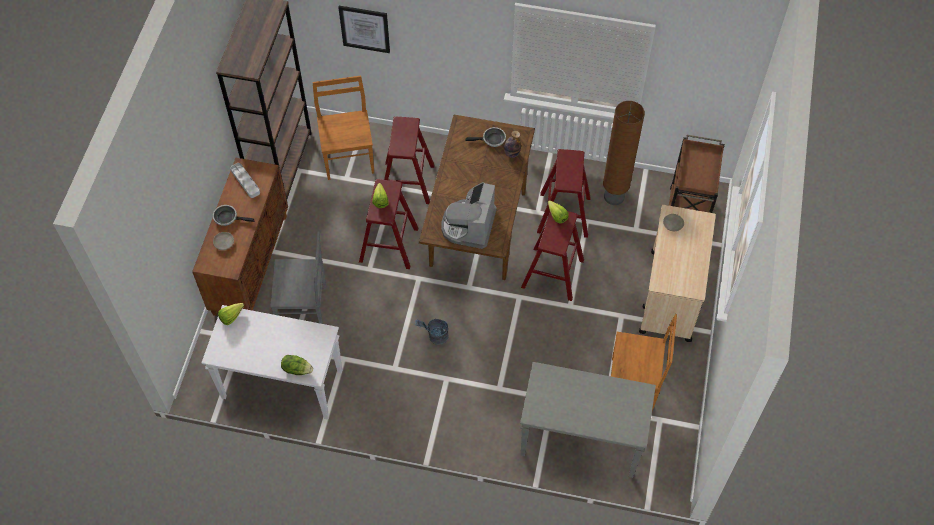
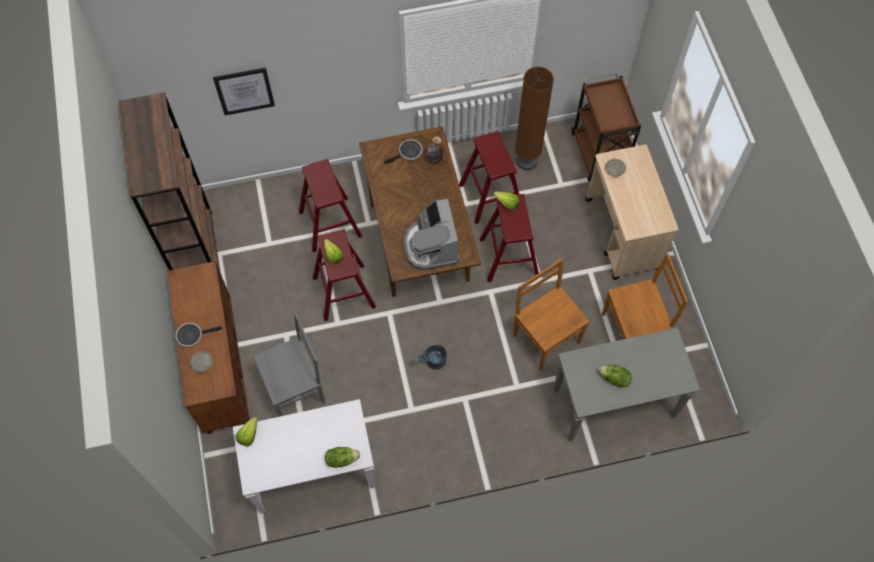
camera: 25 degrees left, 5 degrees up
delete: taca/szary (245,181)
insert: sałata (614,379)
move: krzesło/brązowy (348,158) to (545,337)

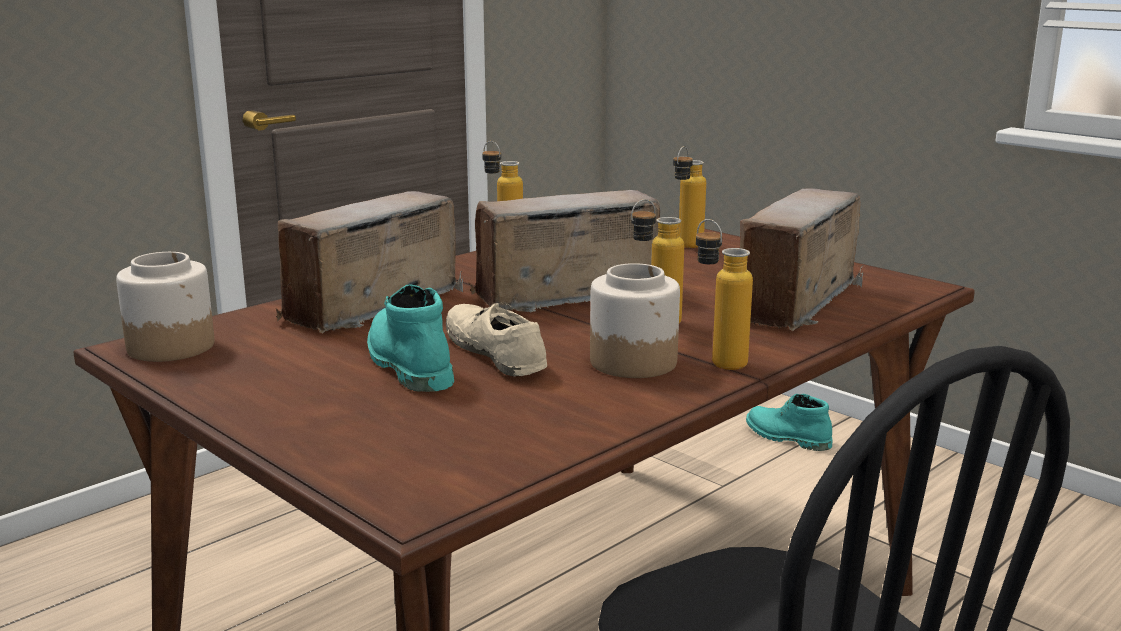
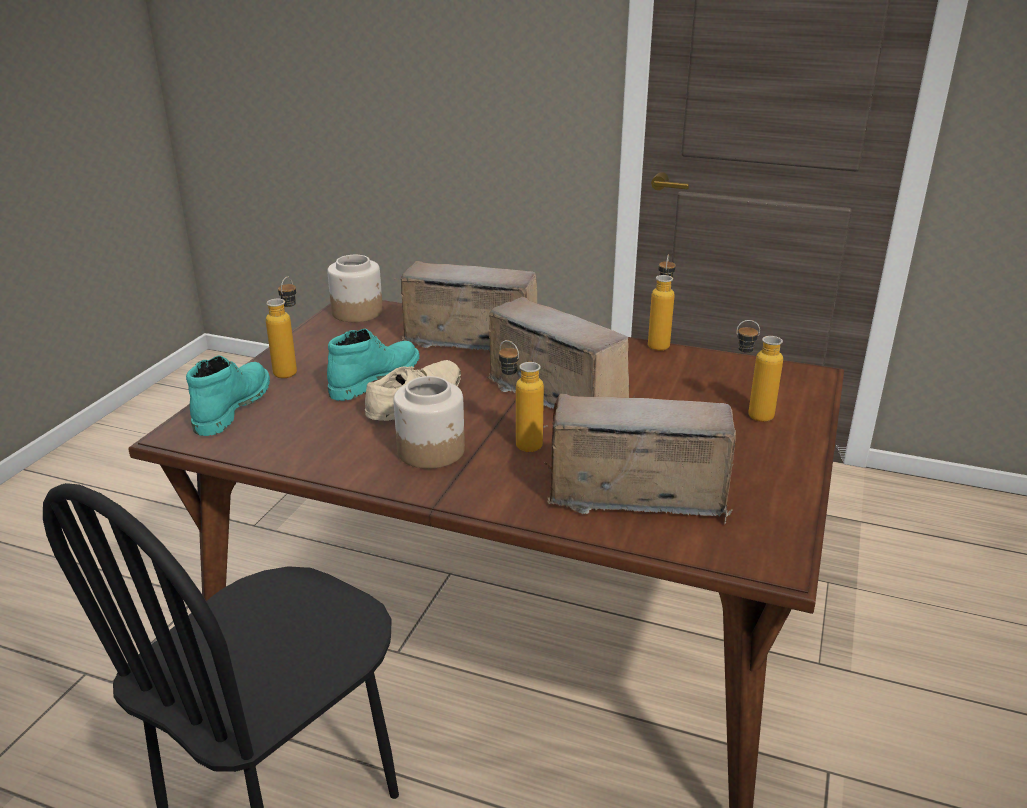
camera: 65 degrees right, 10 degrees up
move: butelka (717,360) to (290,369); but z cholewką/turkusowy (786,437) to (231,407)

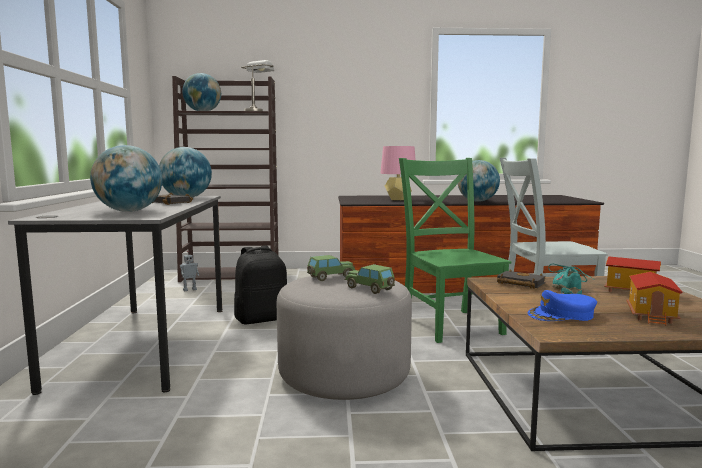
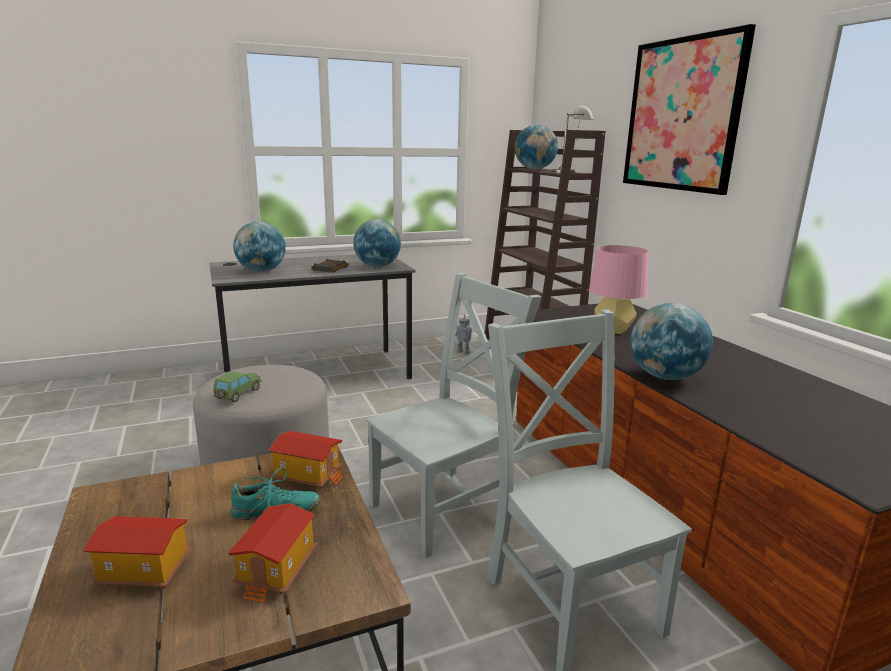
camera: 70 degrees right, 10 degrees up
delete: plecak/czarny (262,319); samochodzik (330,277); czapka z daszkiem/niebieski (562,315)
insert: obraz (682,115)
replace: książka/czarny (519,283) to domek (308,476)
recolor: krzesło/zielony (450,324) to krzesło/szary (446,508)

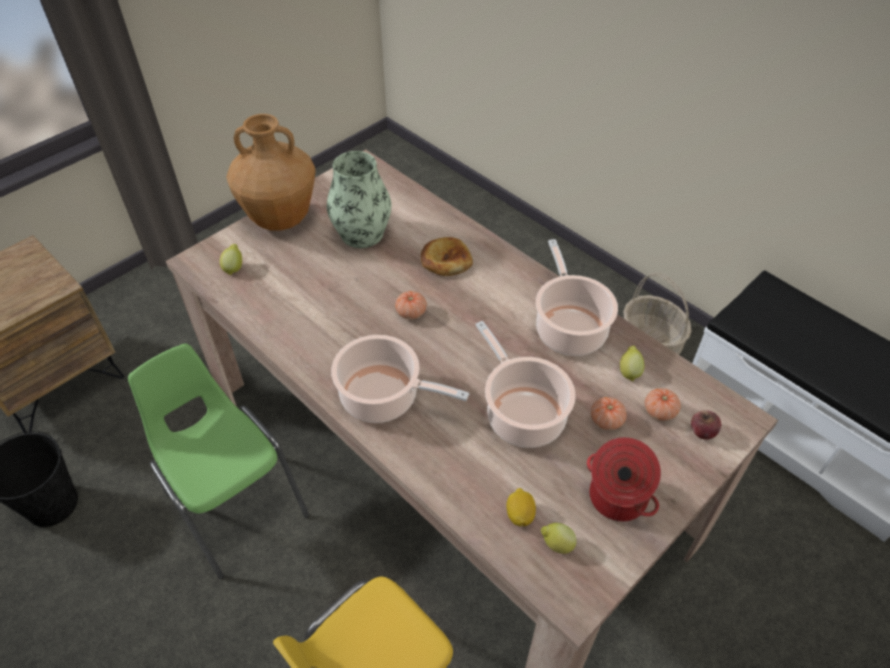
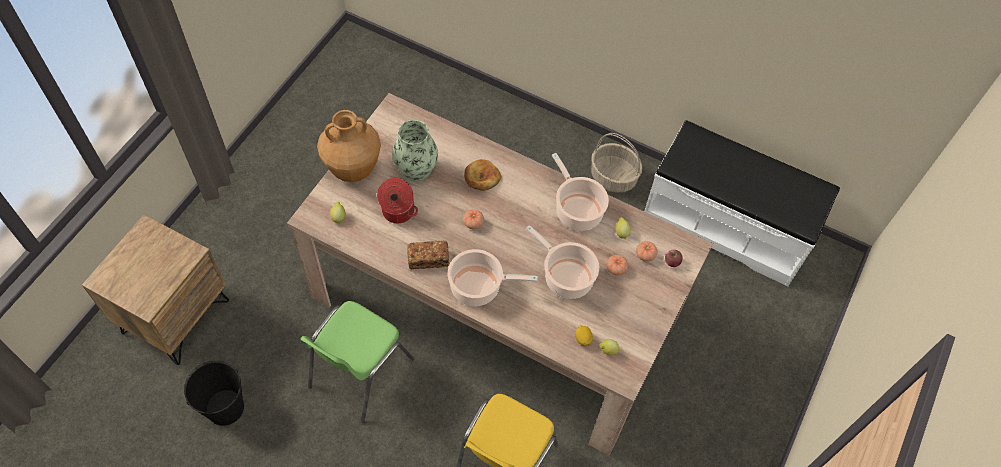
camera: 20 degrees left, 10 degrees up
insert: chleb (428,259)
move: garnek (616,498) to (397,211)
rotate: krzesło/zielony (235,504) = (359,373) 90 degrees counterclockwise

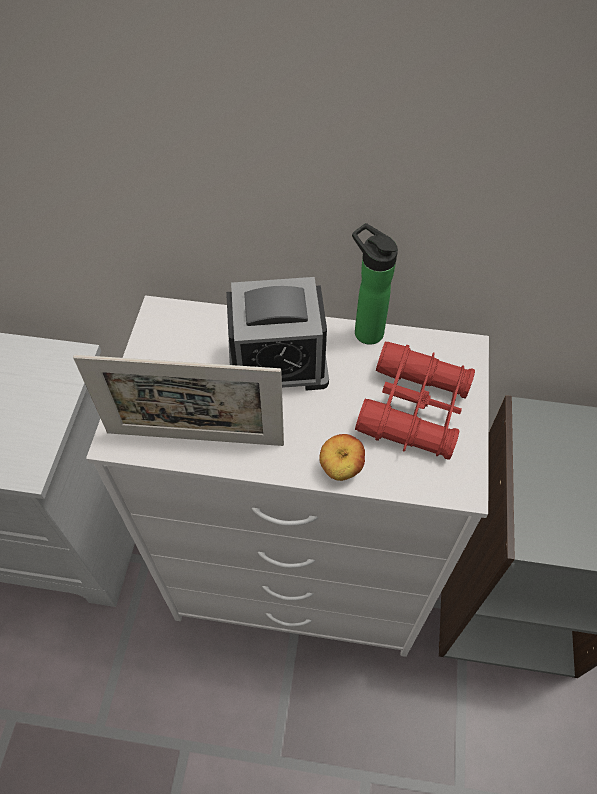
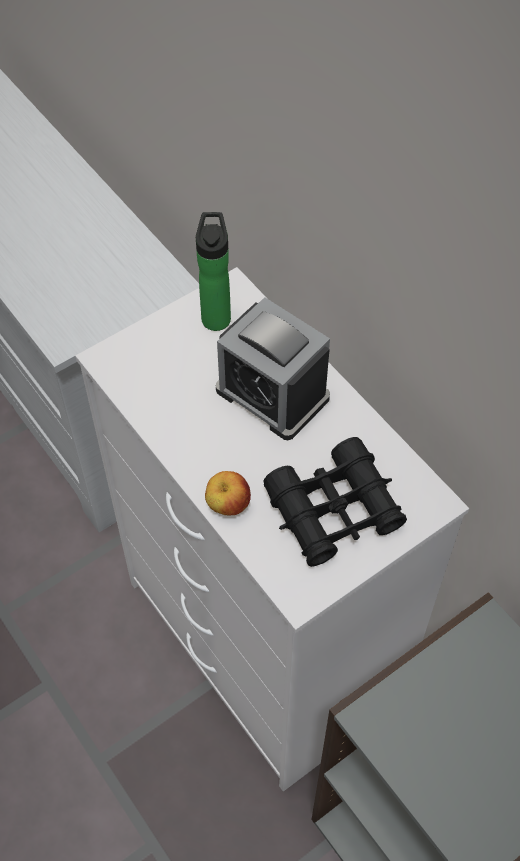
camera: 45 degrees right, 0 degrees up
delete: ramka na zdjęcie (195,438)
move: butelka (365,330) to (216,316)
recolor: lornetka/czerwony (414,409) to lornetka/czarny (334,510)

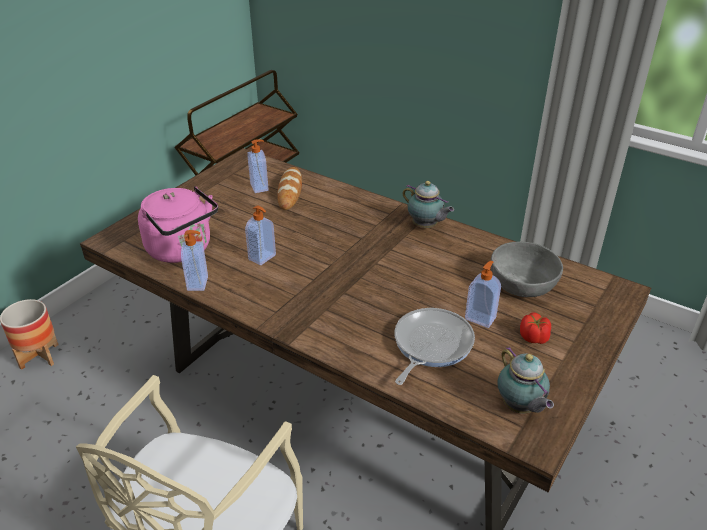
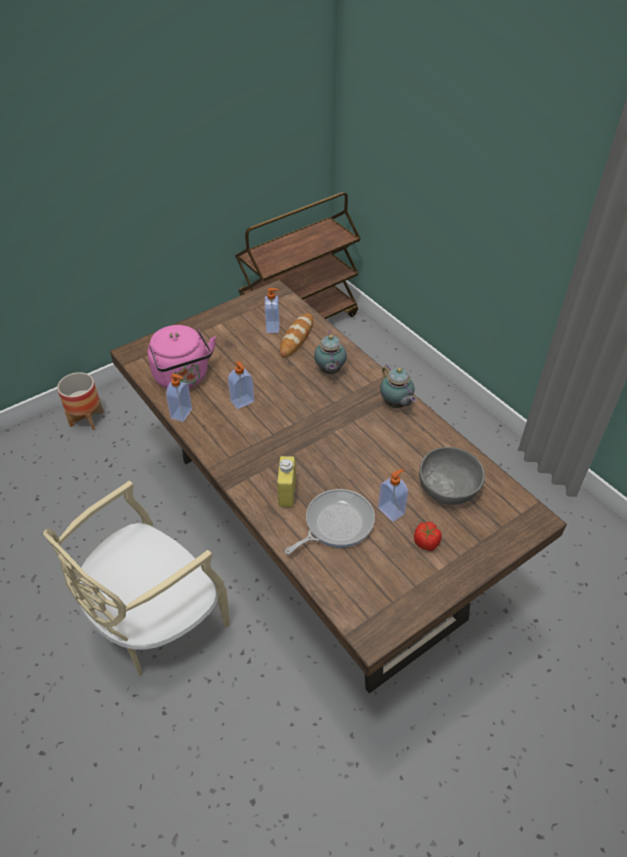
camera: 20 degrees right, 10 degrees up
insert: butelka/żółty (287,493)
move: imbryk (519,407) to (329,371)

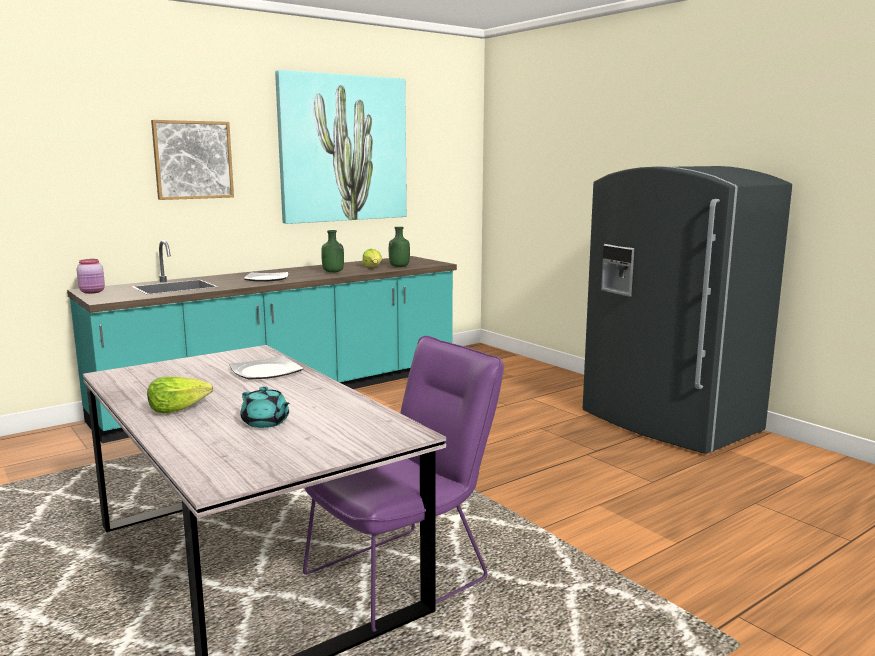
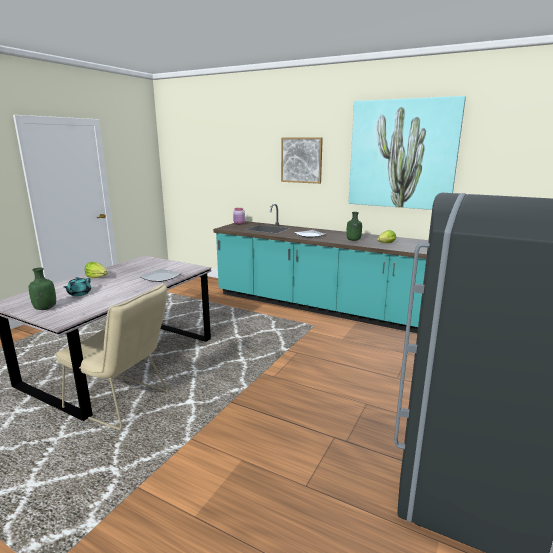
camera: 65 degrees right, 5 degrees up
move: butelka/zielony (399,267) to (45,308)
recolor: krzesło/fioletowy (406,573) to krzesło/beżowy (122,402)

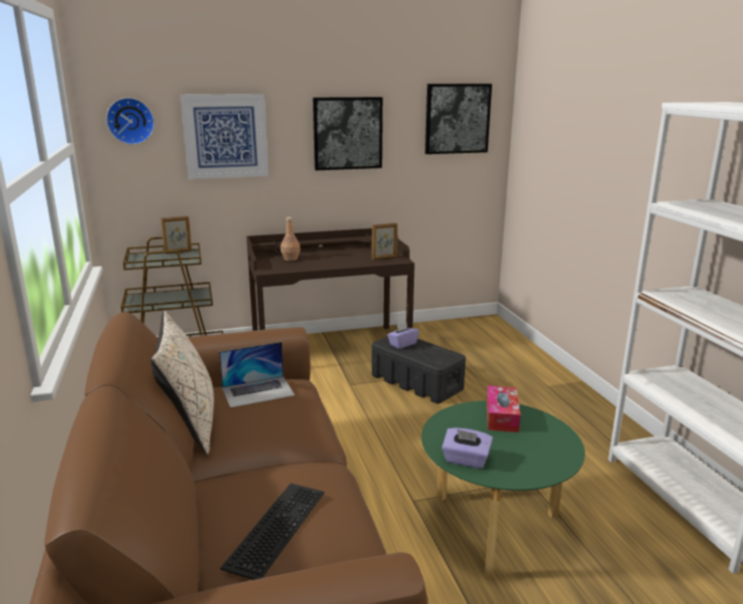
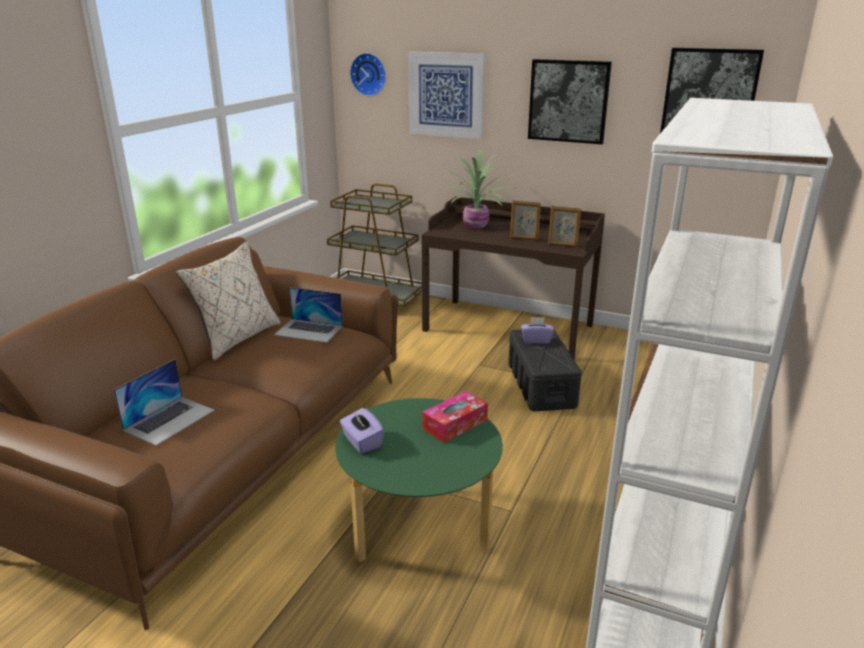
camera: 40 degrees right, 5 degrees up
move: ramka na zdjęcie (178,252) to (523,239)
replace: butelka/brązowy (291,258) to roślina doniczkowa (477,226); klawiatura (274,526) to laptop (169,419)

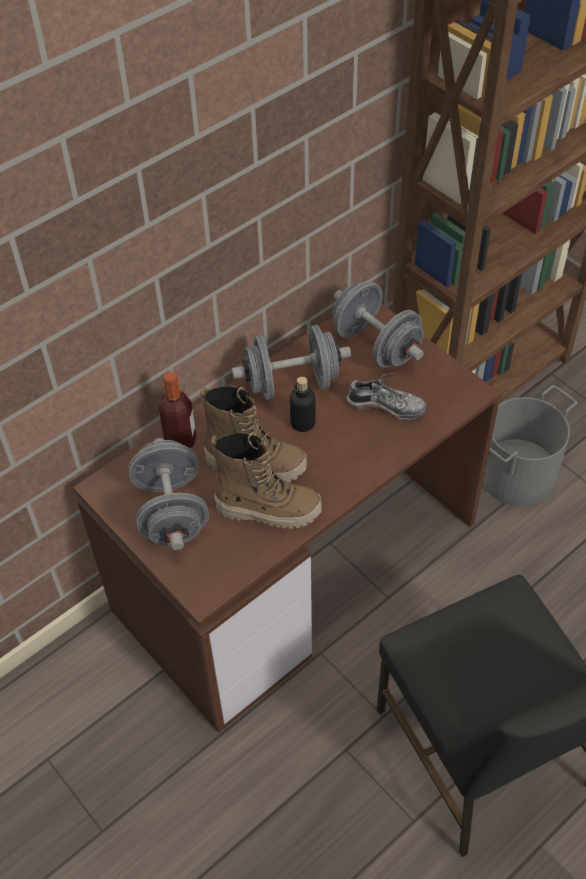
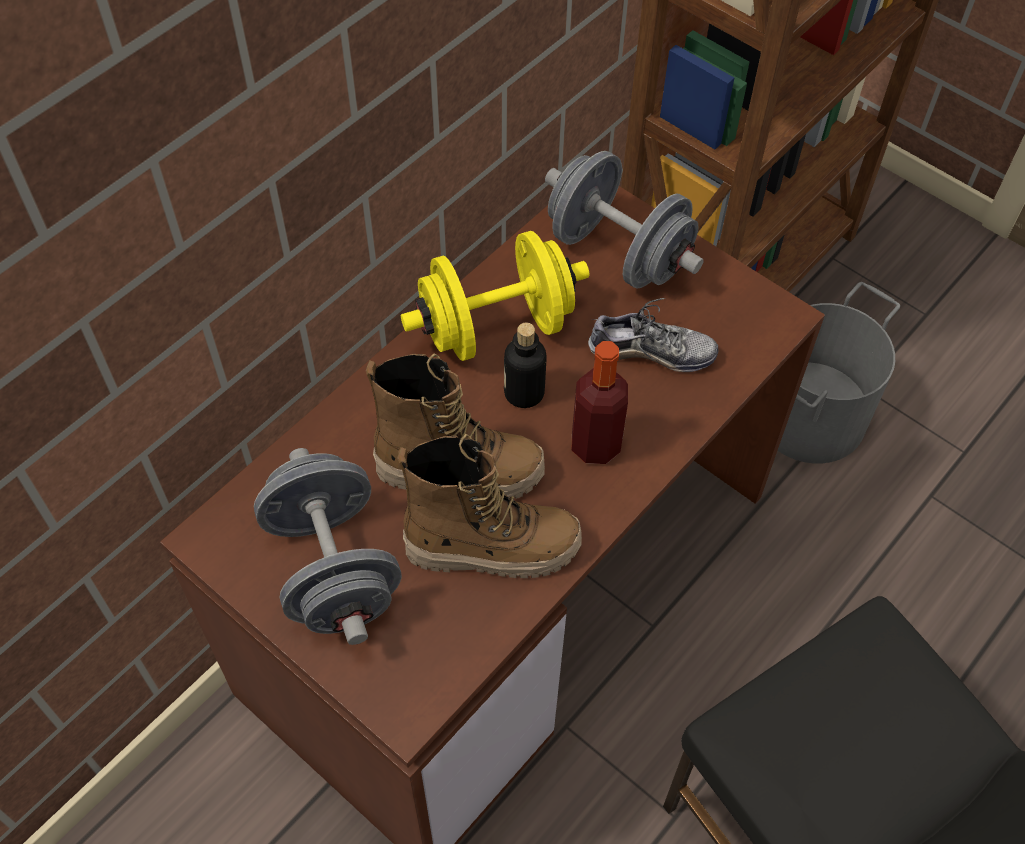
camera: 10 degrees left, 5 degrees up
move: butelka (181,441) to (595,445)
recolor: hantel/szary (292,383) to hantel/żółty (496,327)

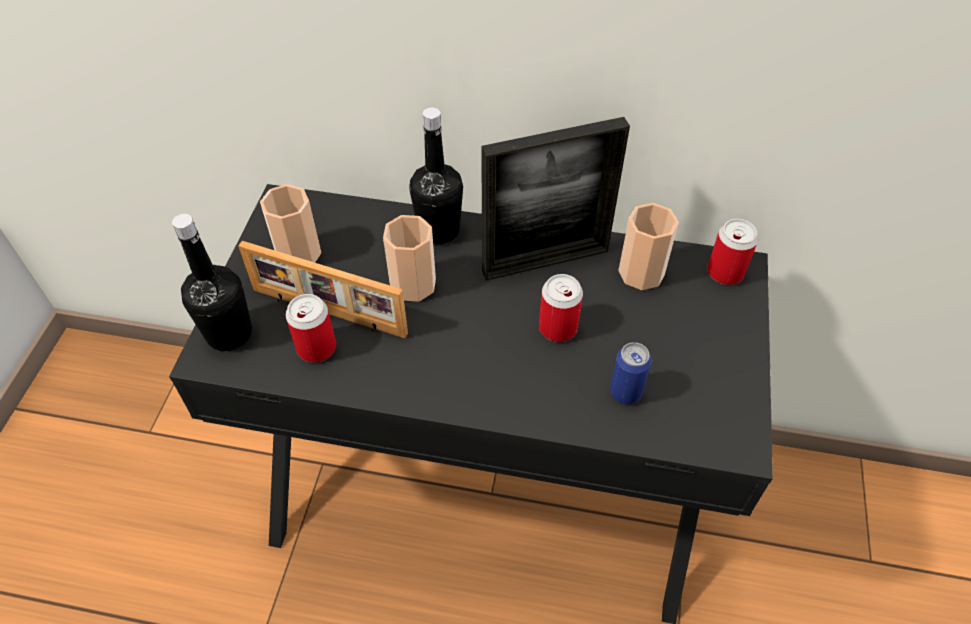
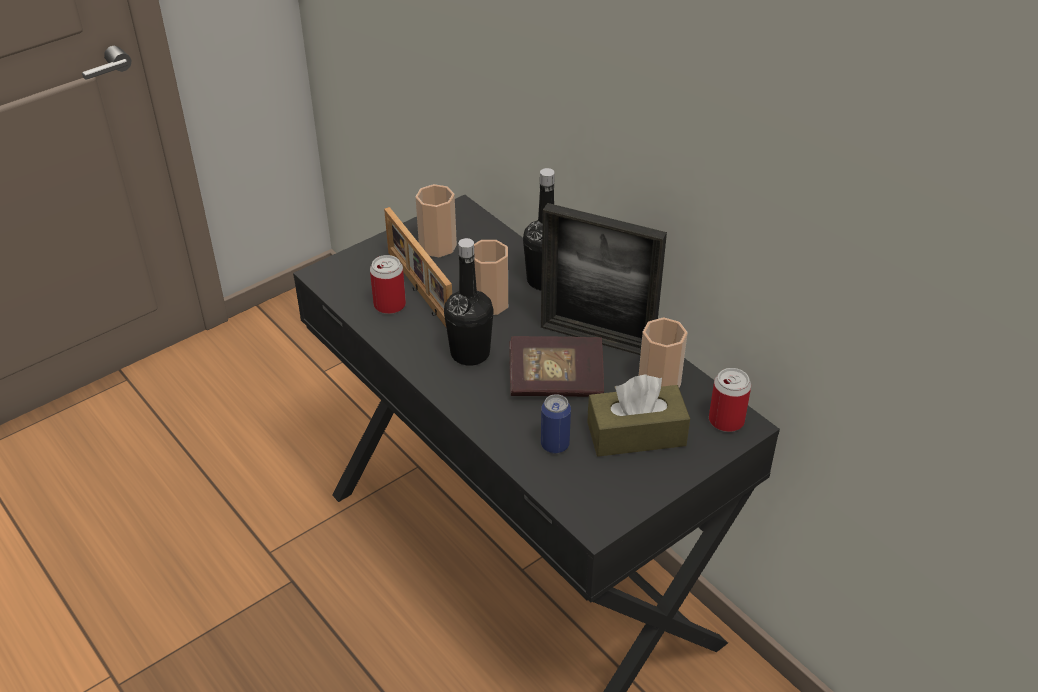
camera: 40 degrees right, 10 degrees down
insert: pudełko chusteczek/brązowy (636,434)
move: butelka/czarny (229,333) to (470,353)
replace: puszka (558,327) to książka (555,382)

